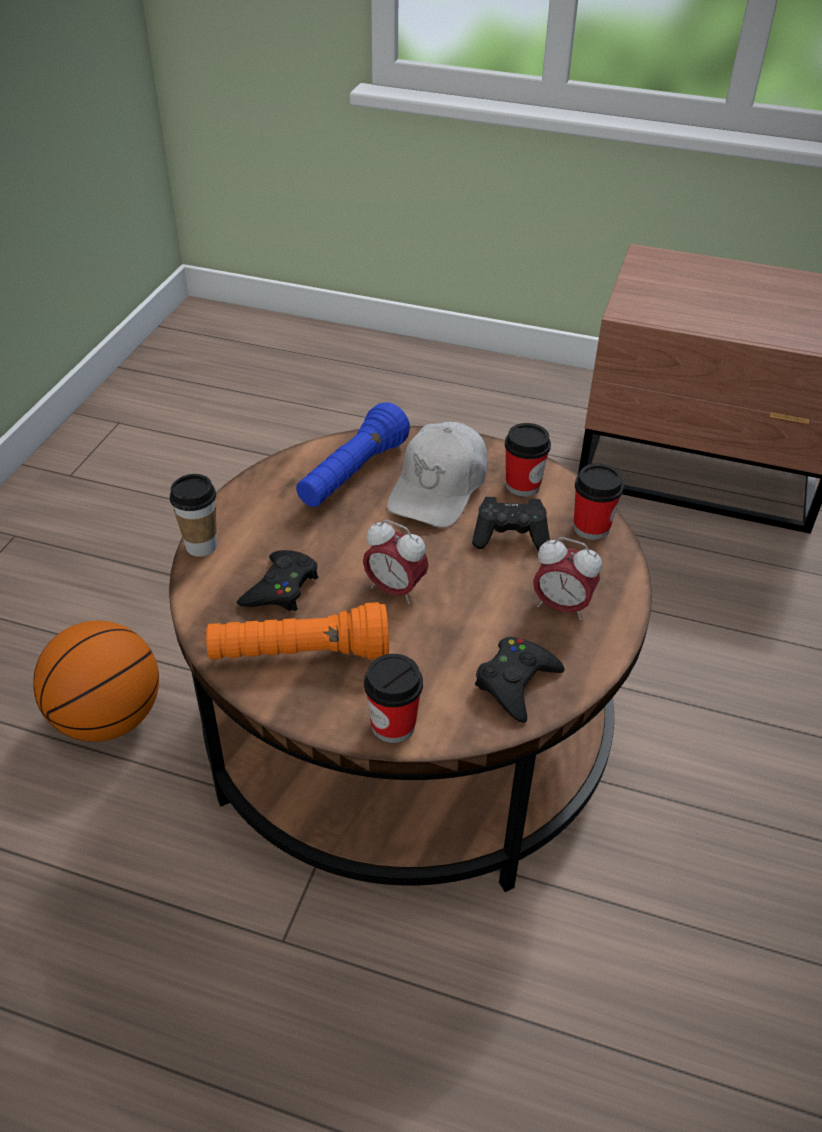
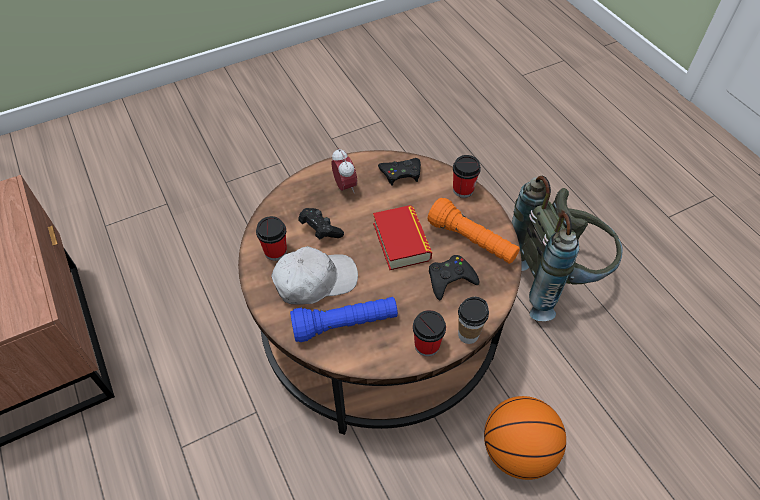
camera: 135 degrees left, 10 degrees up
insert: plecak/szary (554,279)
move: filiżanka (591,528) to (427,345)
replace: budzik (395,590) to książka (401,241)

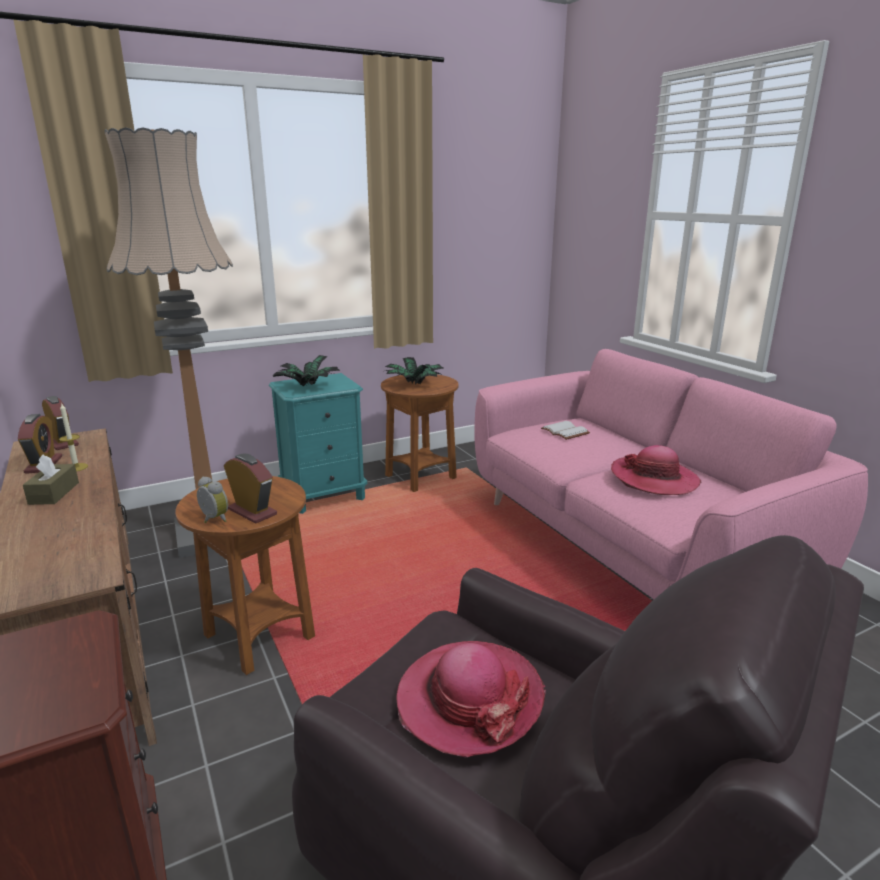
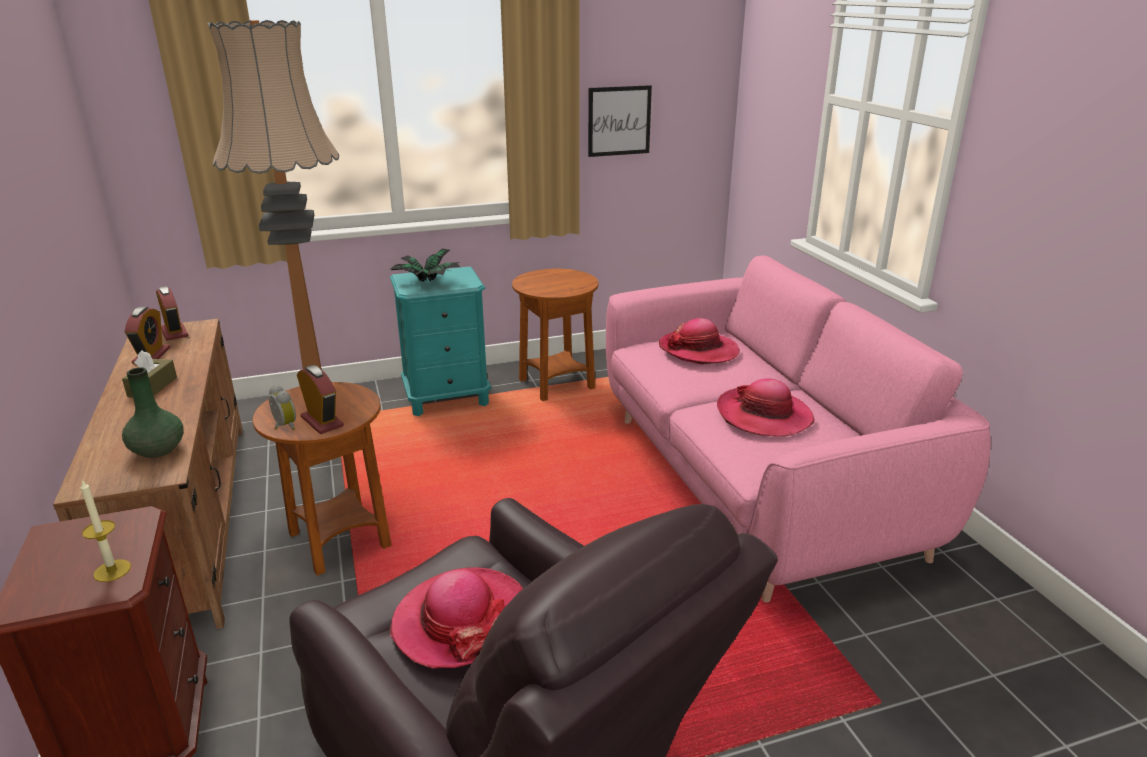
camera: 10 degrees right, 5 degrees up
delete: roślina doniczkowa (413,384)
insert: obraz (619,121); wazon/zielony (158,450)
move: świeca (76,467) to (112,570)
replace: książka/biały (566,432) to kapelusz (698,350)

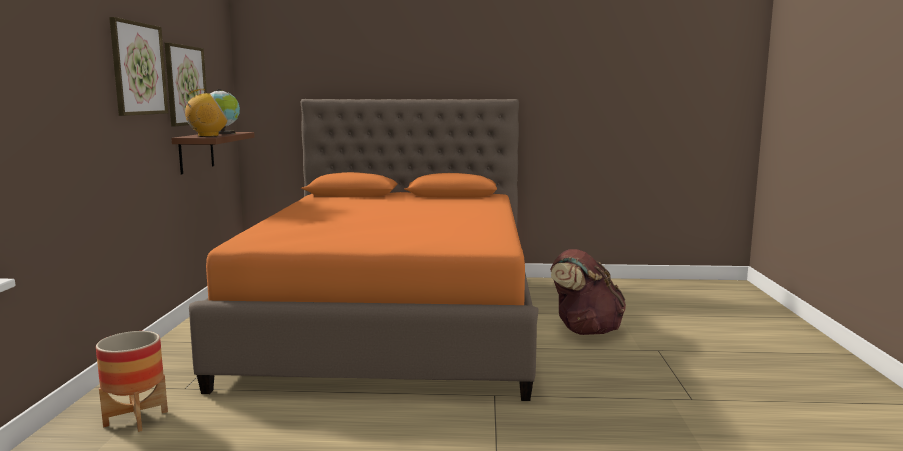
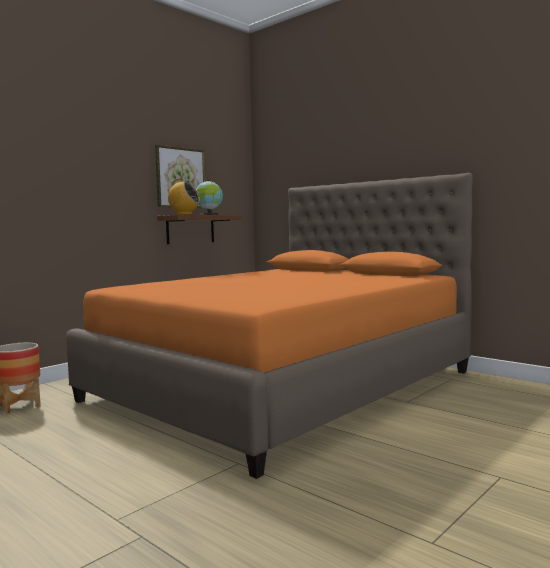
camera: 40 degrees right, 5 degrees down
delete: obraz (138,69); plecak/brązowy (585,330)

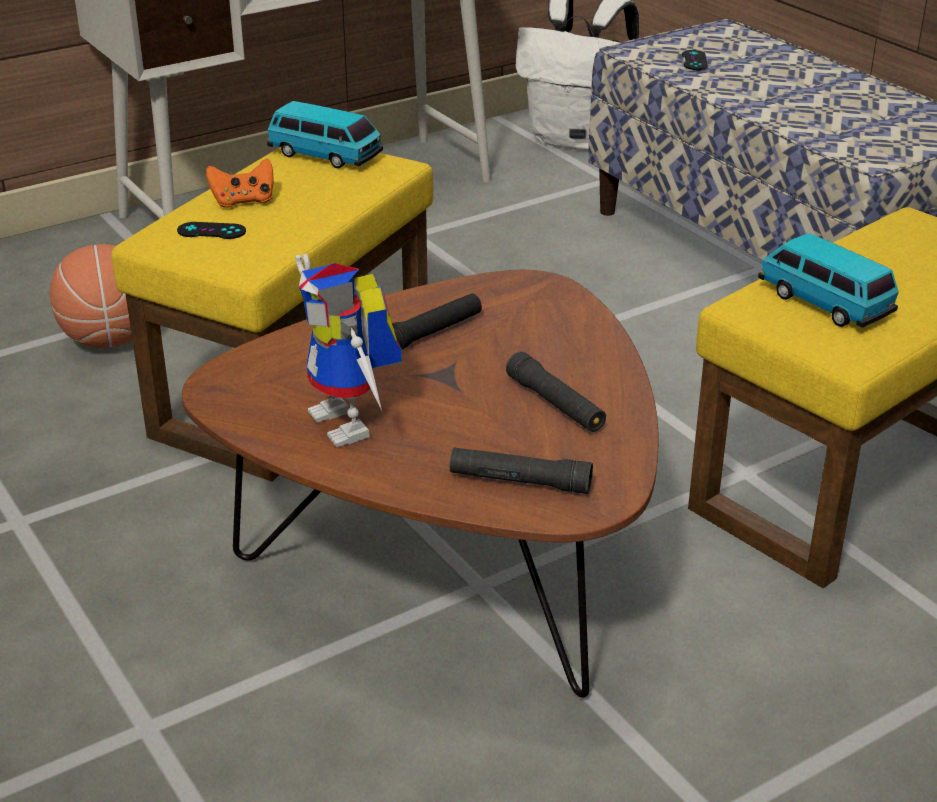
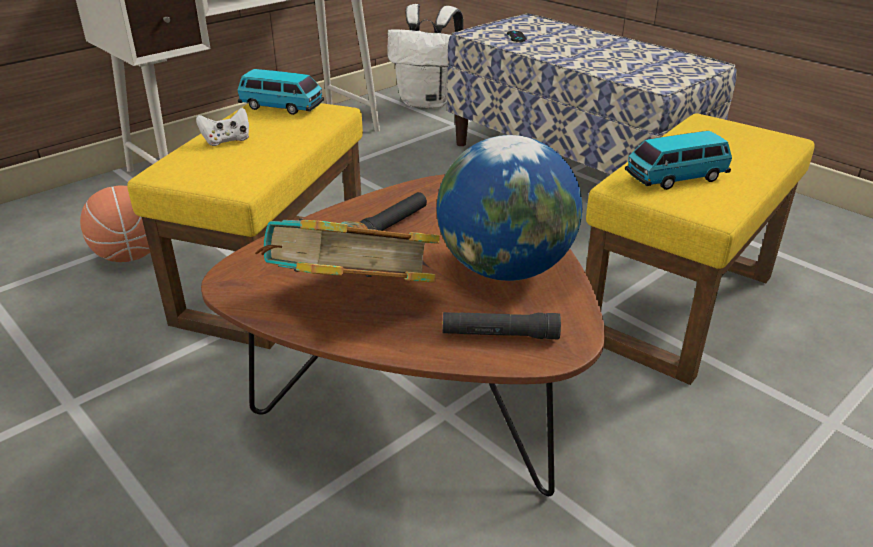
camera: 10 degrees left, 0 degrees up
delete: pad do gier/czarny (211,231)
replace: robot zabawkowy (353,424) to książka (350,301); latarka/czarny (555,404) to globus (505,269)
recolor: pad do gier/pomarańczowy (243,201) to pad do gier/biały (227,141)
rotate: samochodzik (824,302) = (675,177) 60 degrees counterclockwise

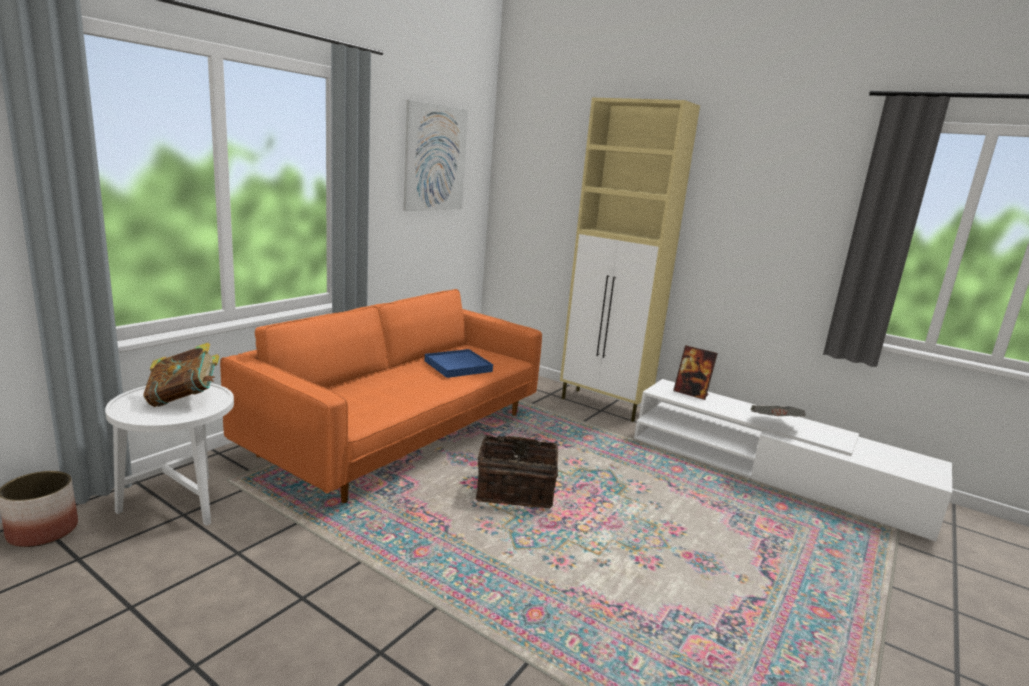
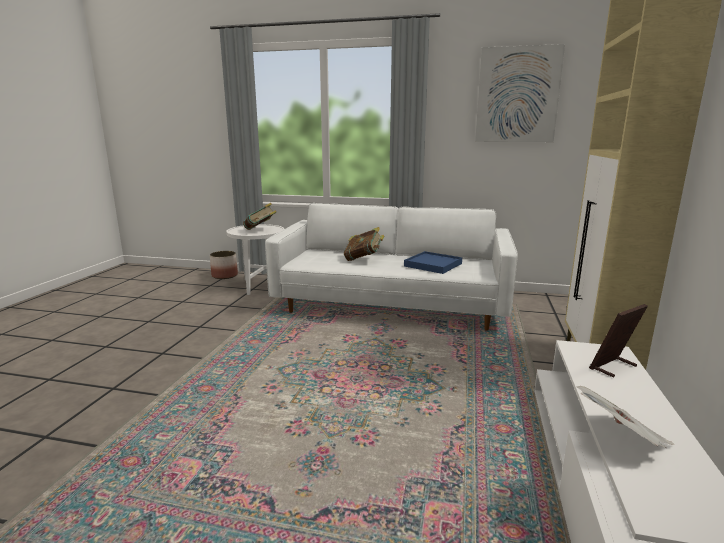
camera: 70 degrees right, 0 degrees up
delete: koszyk (515,491)
insert: książka (364,259)
recolor: kanapa/pomarańczowy (401,434) to kanapa/biały (391,305)
rotate: ramka na zdjęcie (691,393) = (613,367) 45 degrees clockwise

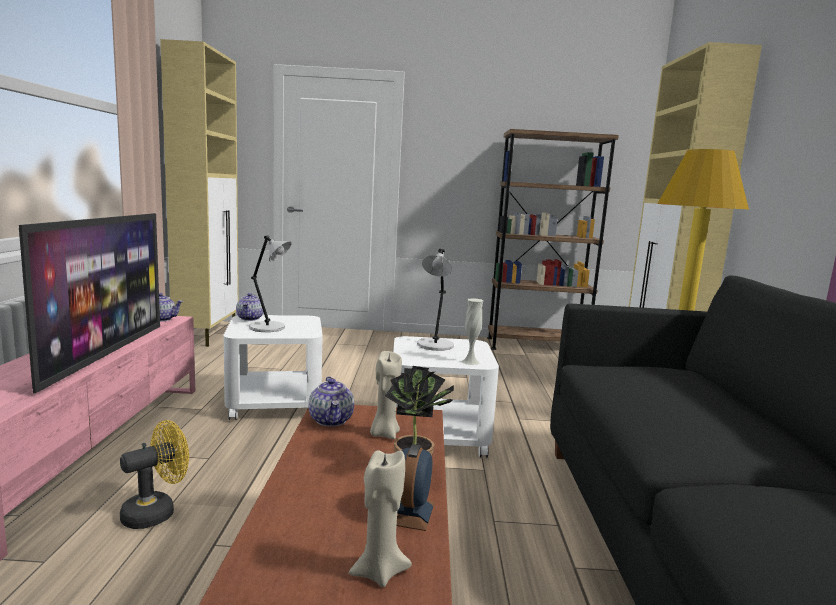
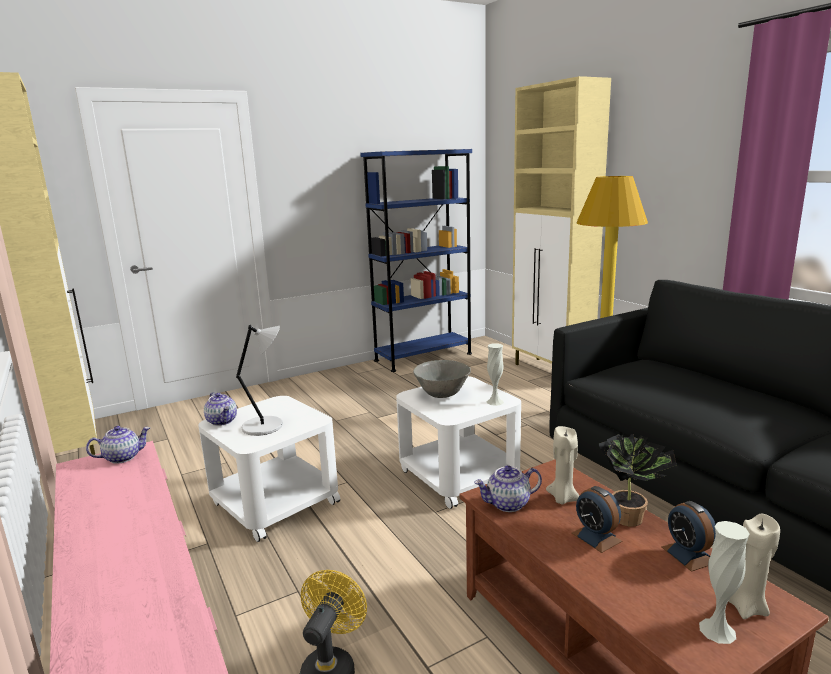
camera: 30 degrees left, 5 degrees up
delete: telewizor (105,354)
insert: budzik (596,537); wazon/biały (717,630)
replace: lampa stołowa/szary (435,346) to miska/szary (442,394)
recolor: regał/brązowy (536,346) to regał/niebieski (423,357)
rotate: imbryk (331,420) = (508,504) 120 degrees clockwise

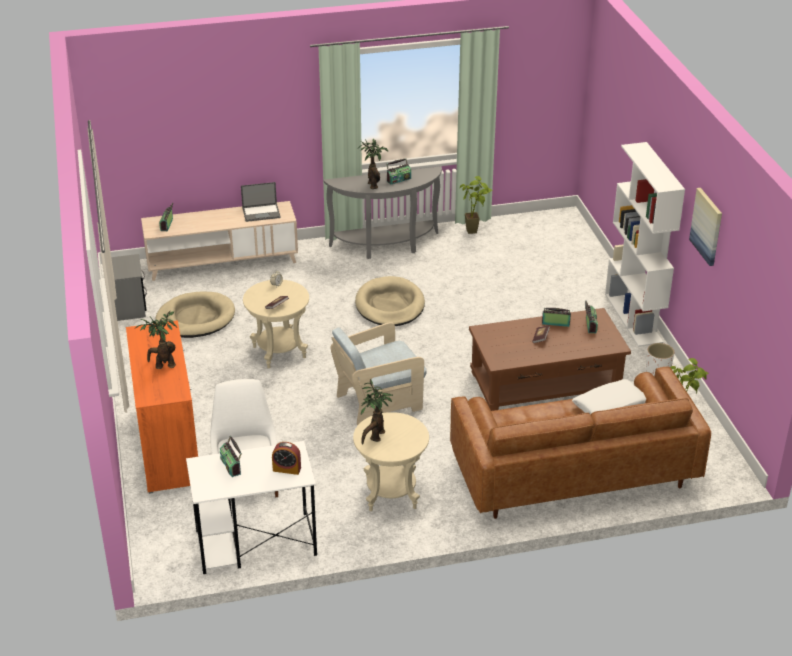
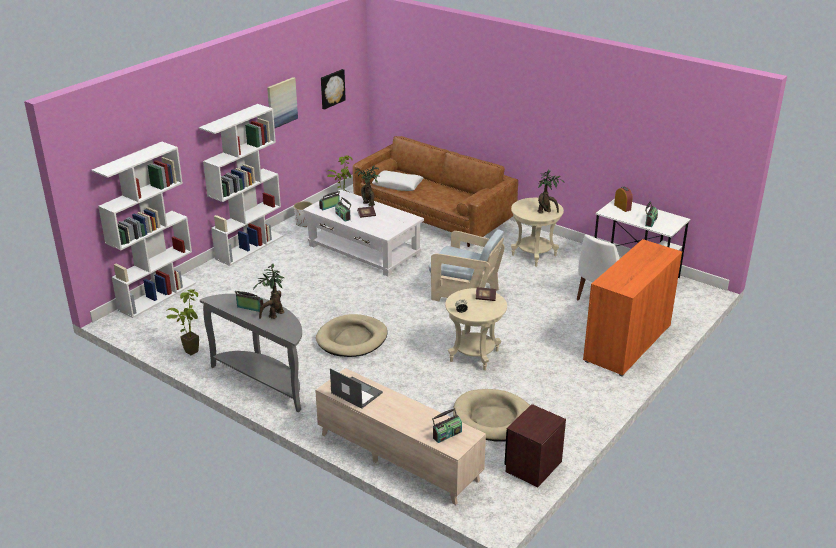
camera: 130 degrees left, 5 degrees down
insert: obraz (332,88); regał/biały (157,296)
move: roślina doniczkowa (163,365) to (369,205)
recolor: szafka nocna/szary (128,307) to szafka nocna/brązowy (533,466); ława/brązowy (544,382) to ława/biały (364,250)

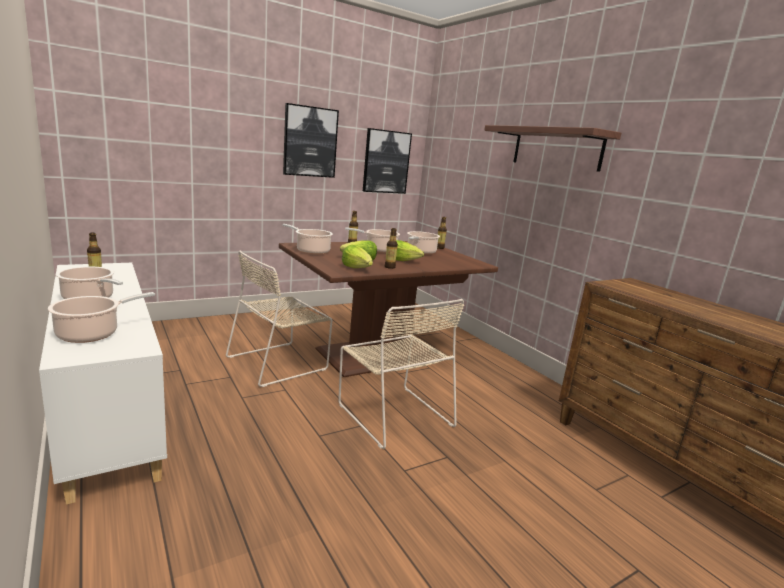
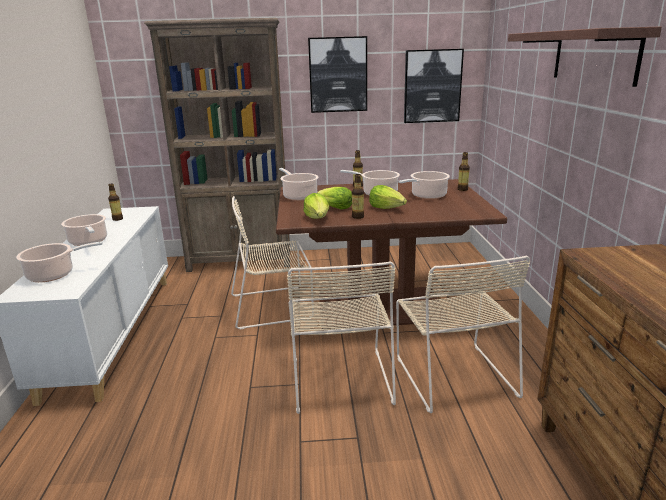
camera: 30 degrees right, 5 degrees up
insert: regał/brązowy (241,261); krzesło/beżowy (453,374)

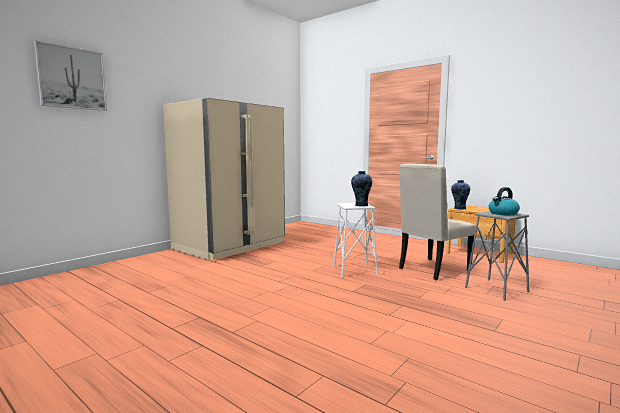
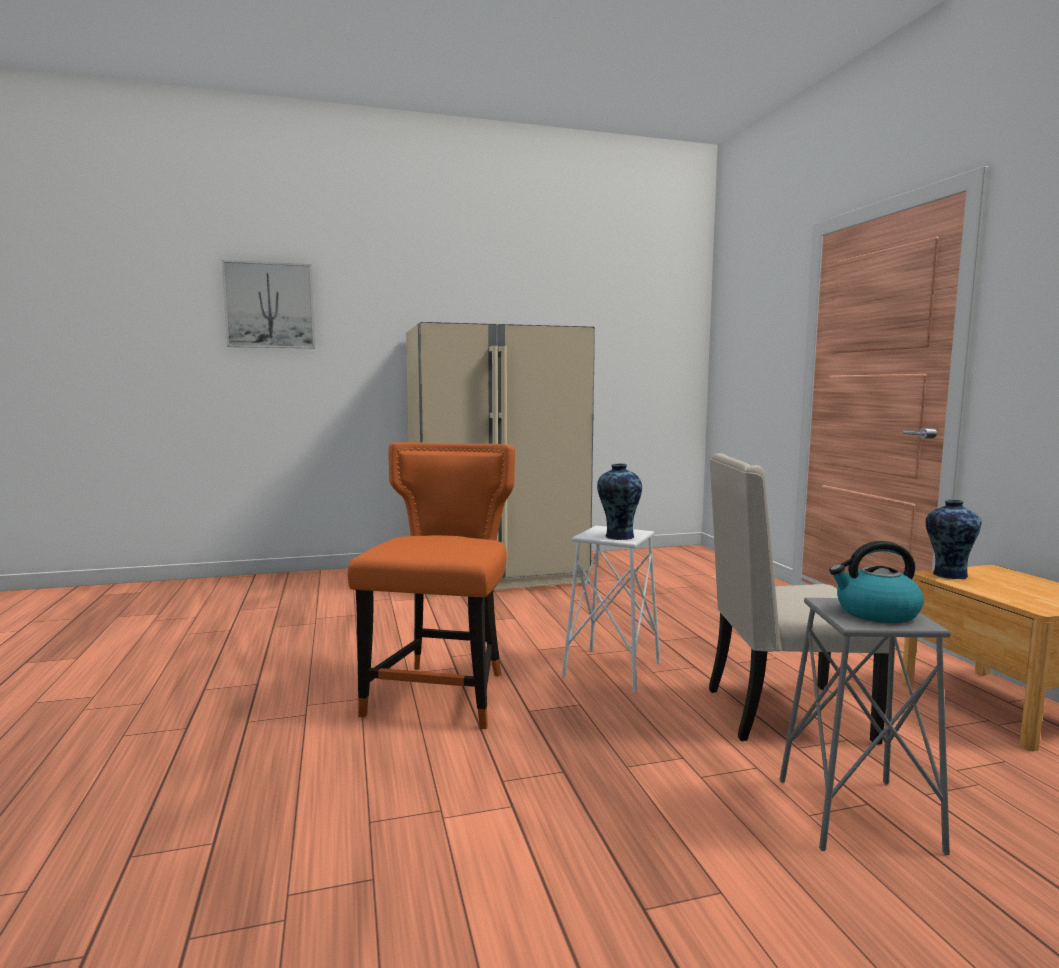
camera: 35 degrees right, 0 degrees up
insert: krzesło/pomarańczowy (442,694)

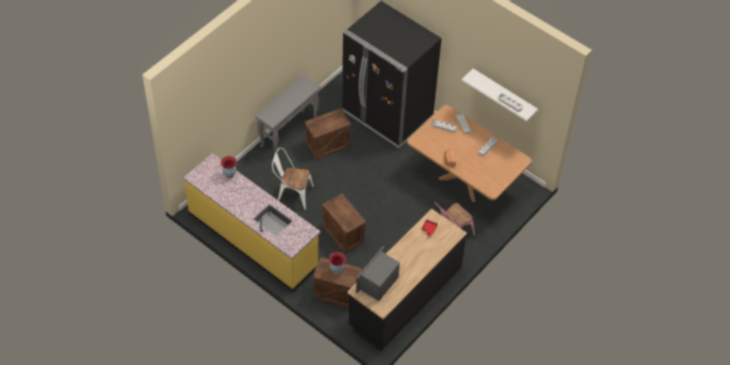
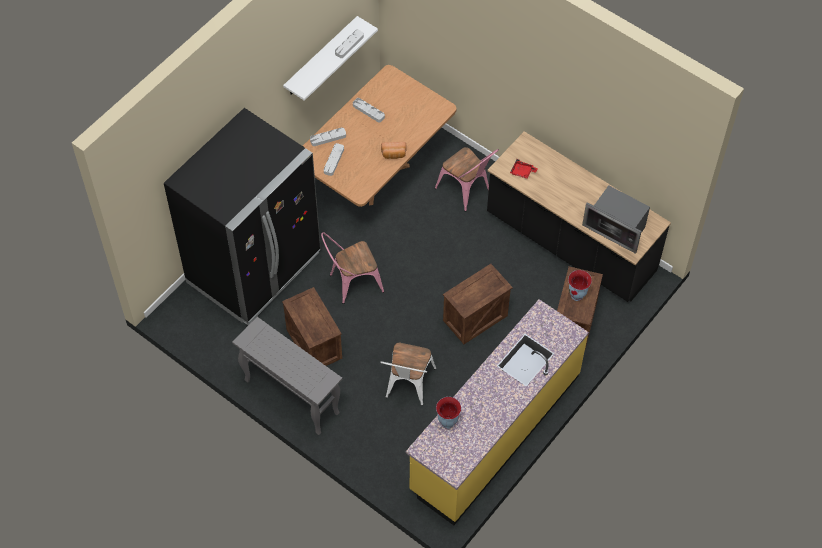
camera: 90 degrees left, 5 degrees up
insert: krzesło/różowy (351,283)

